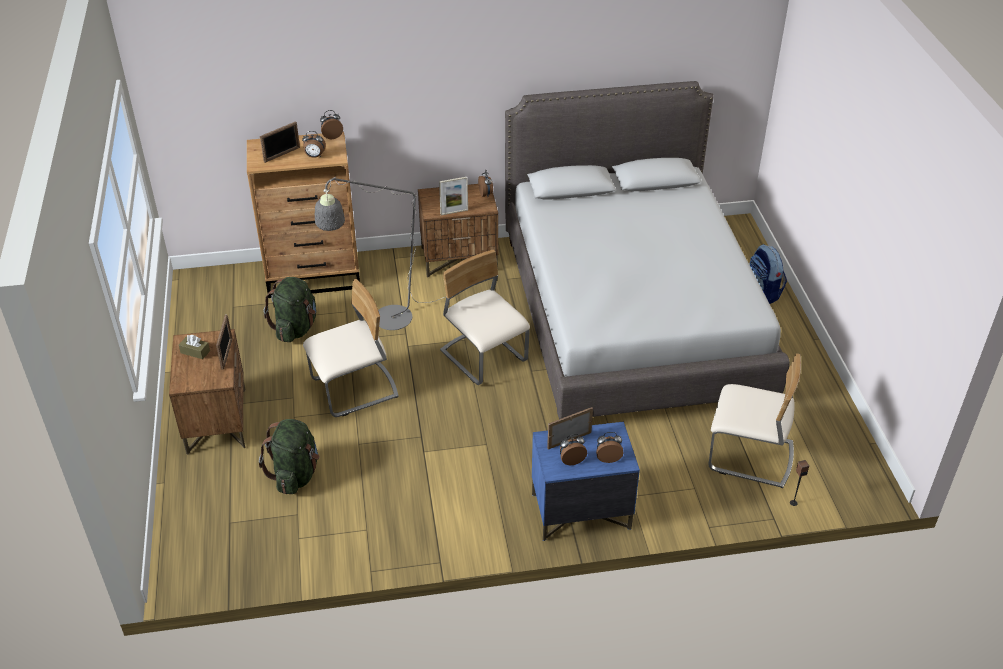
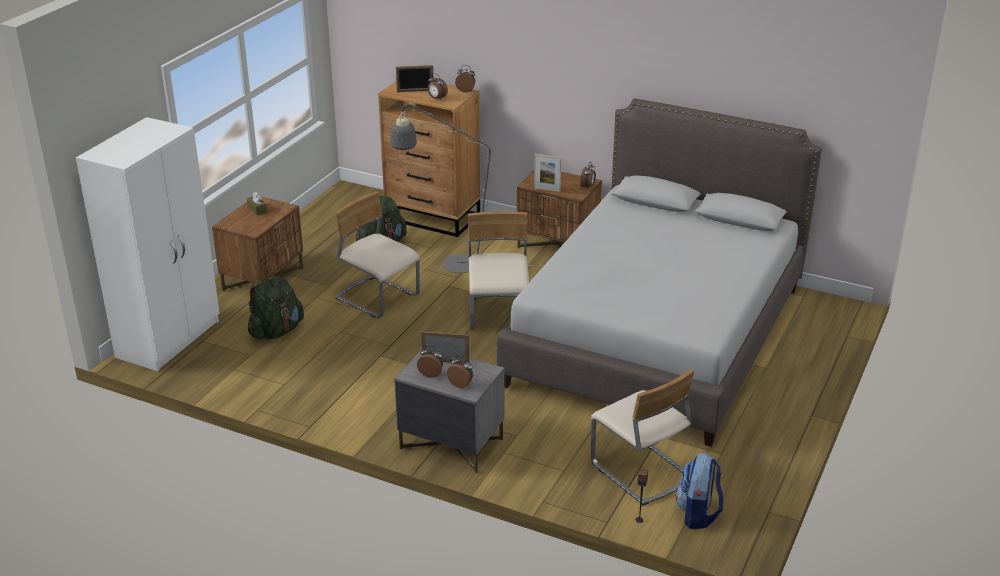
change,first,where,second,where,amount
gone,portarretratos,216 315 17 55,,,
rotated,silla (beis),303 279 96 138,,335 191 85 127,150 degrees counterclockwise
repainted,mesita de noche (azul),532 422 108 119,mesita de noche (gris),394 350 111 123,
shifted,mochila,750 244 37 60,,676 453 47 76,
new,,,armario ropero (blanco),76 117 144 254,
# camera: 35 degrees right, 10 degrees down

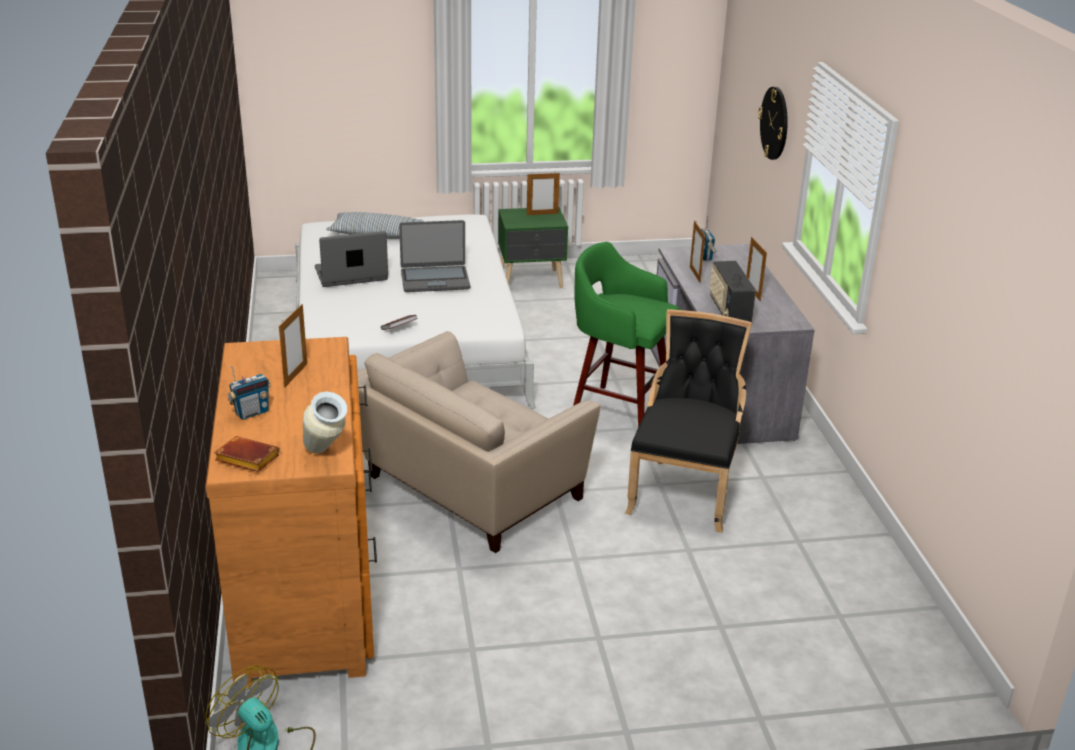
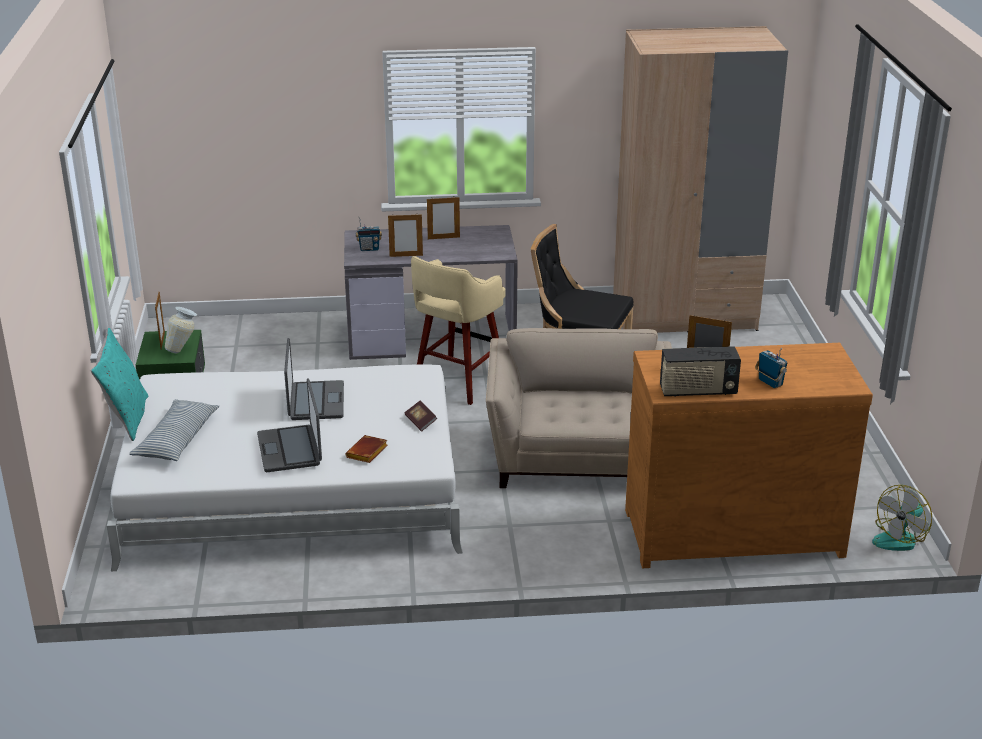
change,first,where,second,where,amount
shifted,libro (marrón),214 436 66 36,,346 435 42 28,
shifted,florero,303 391 44 63,,165 307 32 47,
rotated,sillón (beis),357 331 244 222,,486 328 186 160,135 degrees counterclockwise
repainted,taburete (verde),573 242 107 185,taburete (beis),411 256 95 149,
shifted,radio,709 261 47 61,,660 346 81 51,
gone,reloj de pared,758 87 30 73,,,
new,,,cojín (turquesa),91 328 57 113,
new,,,armario ropero (beis),613 26 175 307,
# camera: 85 degrees left, 0 degrees up

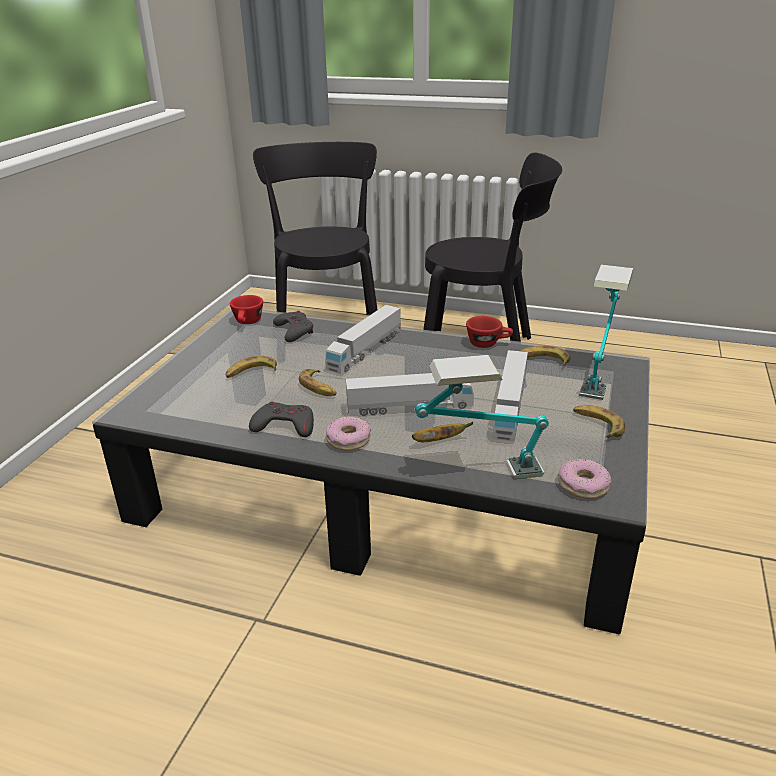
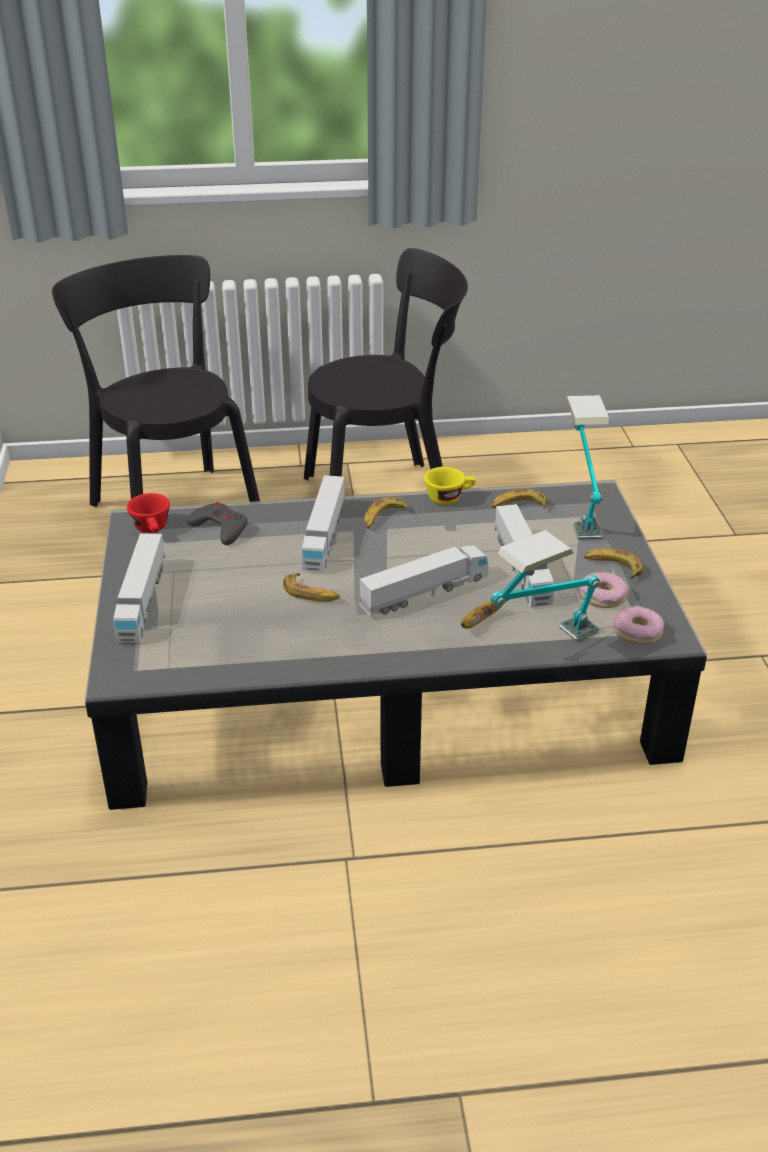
change,first,where,second,where,amount
shifted,plátano,226 356 51 22,,364 497 46 32,
gone,mando de consola (gris),249 402 65 35,,,
shifted,rosquilla,326 416 45 35,,580 572 49 36,
repainted,taza (rojo),466 316 47 32,taza (amarillo),424 467 52 38,
new,,,camión de juguete,113 534 52 109,
# camera: 25 degrees left, 5 degrees up

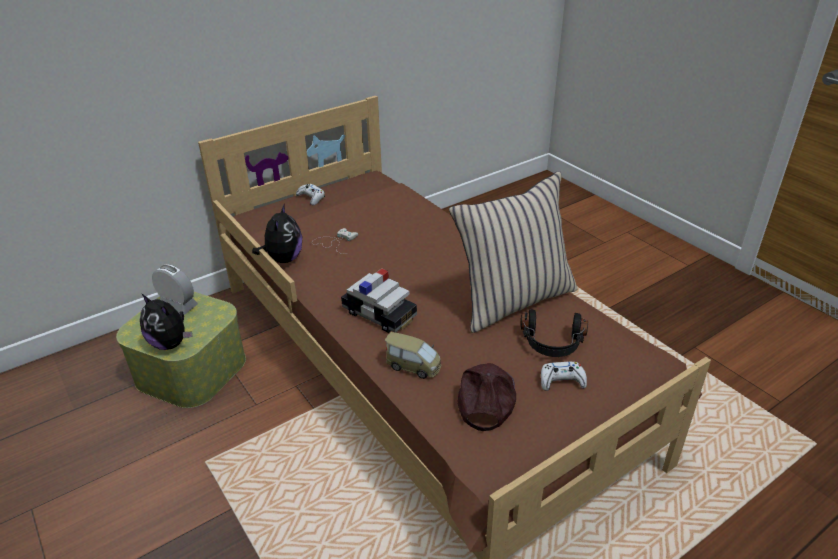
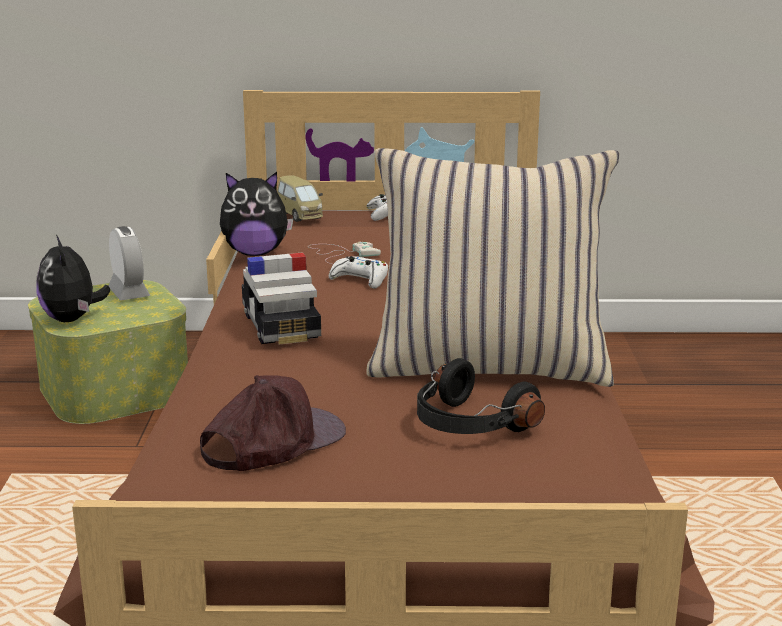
change,first,where,second,where,amount
rotated,peluche,252 203 50 60,,220 172 73 84,45 degrees clockwise
shifted,coche de juguete,385 332 56 47,,277 175 46 47,
shifted,mando de consola (blanco),541 361 46 30,,329 256 59 33,
# camera: 35 degrees right, 15 degrees down

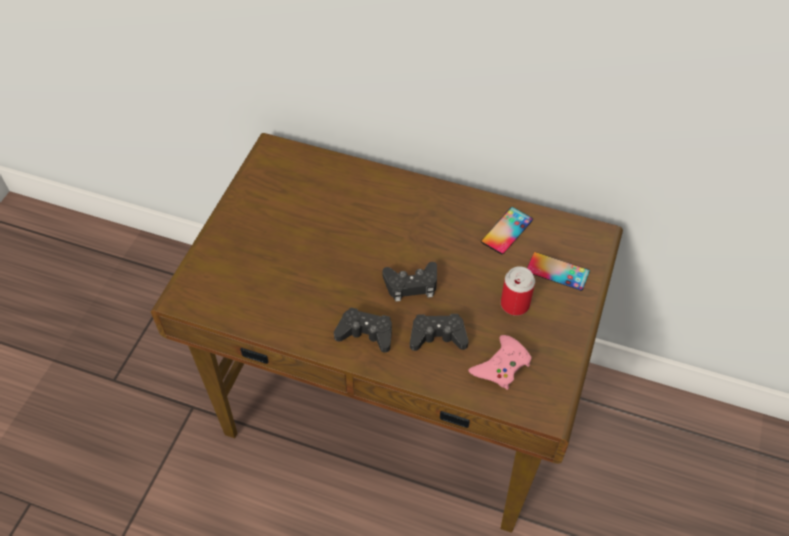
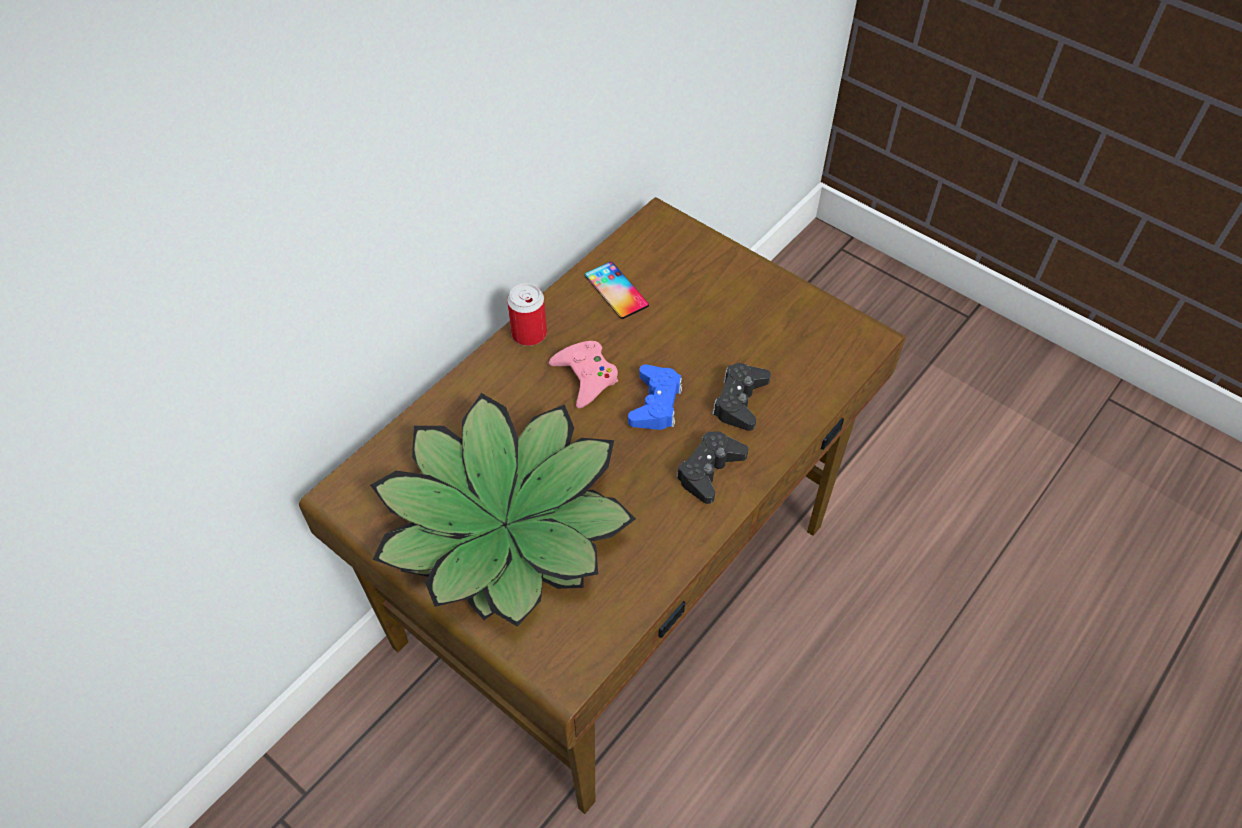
change,first,where,second,where,amount
repainted,mando de consola (negro),382 262 55 40,mando de consola (azul),628 364 54 66,
shifted,mando de consola (rosa),469 335 62 55,,549 341 69 67,
shifted,lata,501 266 34 50,,507 283 40 63,
gone,móvil,527 252 63 39,,,
new,,,planta en maceta,370 393 266 234,
# camera: 70 degrees left, 0 degrees up

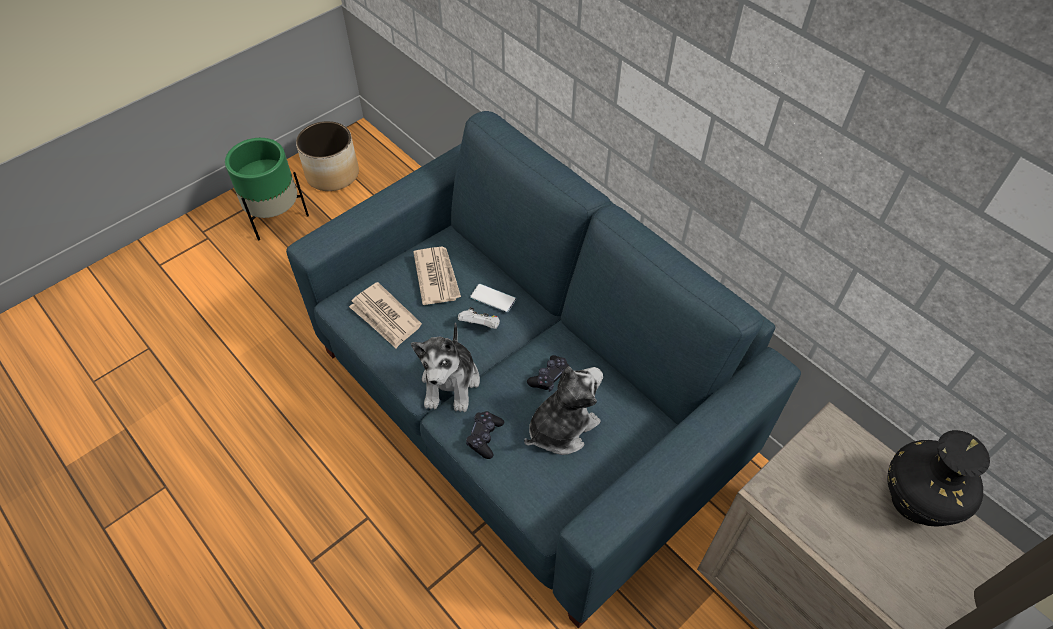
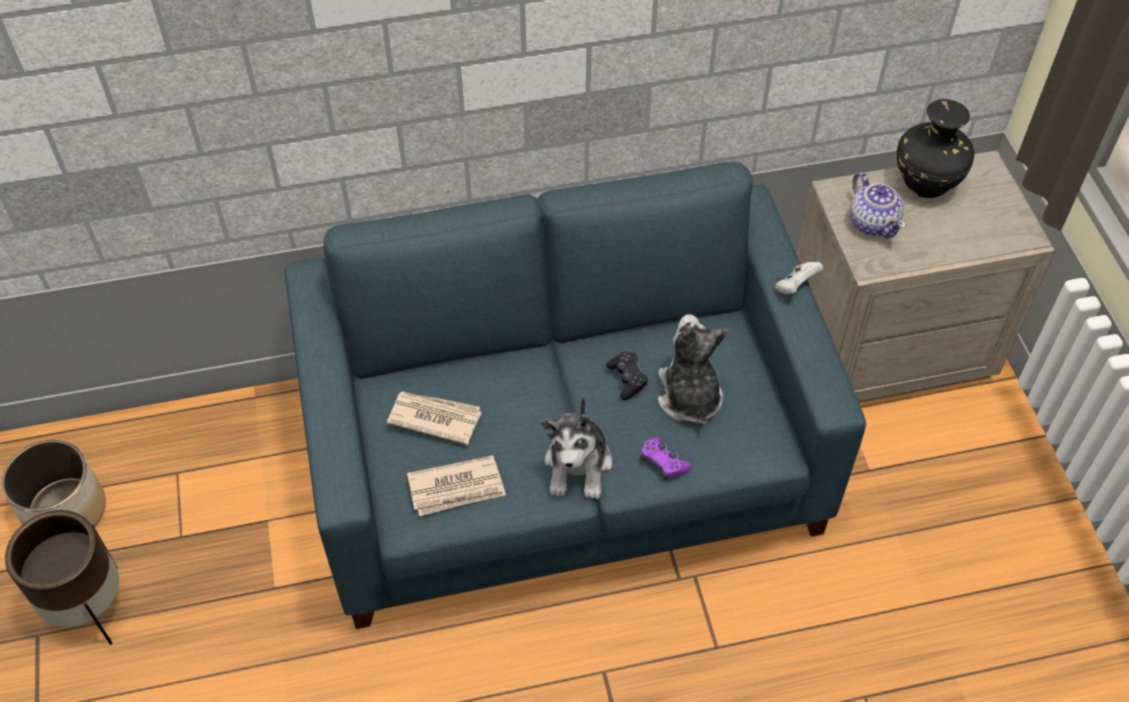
change,first,where,second,where,amount
repainted,maceta (verde),225 138 84 103,maceta (marrón),5 510 114 135,
rotated,peluche,411 323 69 89,,541 395 71 104,60 degrees clockwise
shifted,mando de consola (blanco),458 307 42 22,,776 262 47 32,
repainted,mando de consola (negro),466 411 38 48,mando de consola (morado),641 437 50 42,
gone,móvil,470 284 46 28,,,
new,,,tetera,850 172 56 66,
# camera: 60 degrees left, 0 degrees up

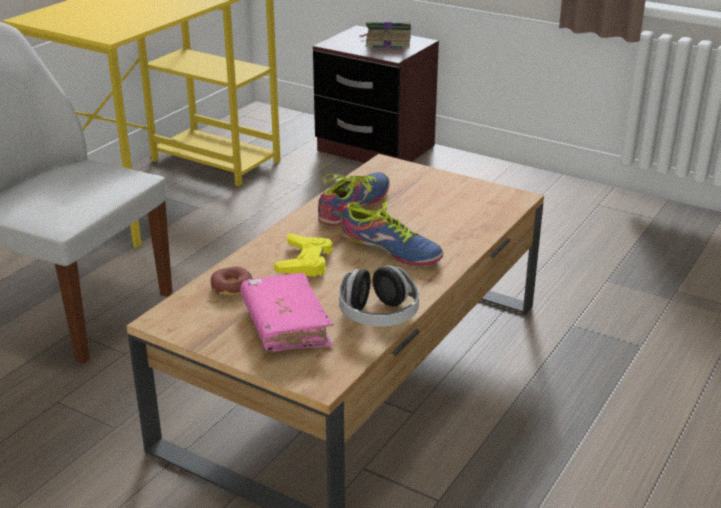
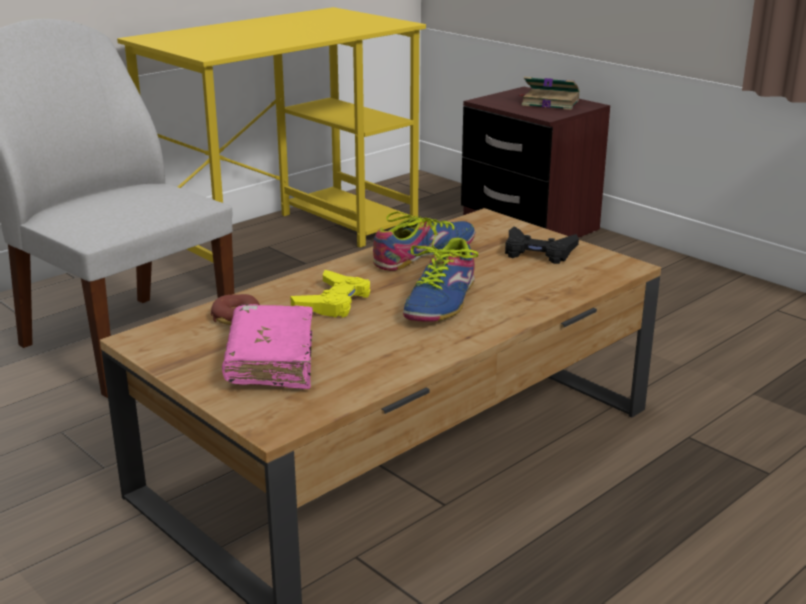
change,first,where,second,where,amount
gone,auriculares,339 265 80 62,,,
rotated,zapato,342 201 102 65,,403 230 75 92,60 degrees clockwise
new,,,mando de consola (negro),505 226 74 38,
# camera: 15 degrees right, 5 degrees down

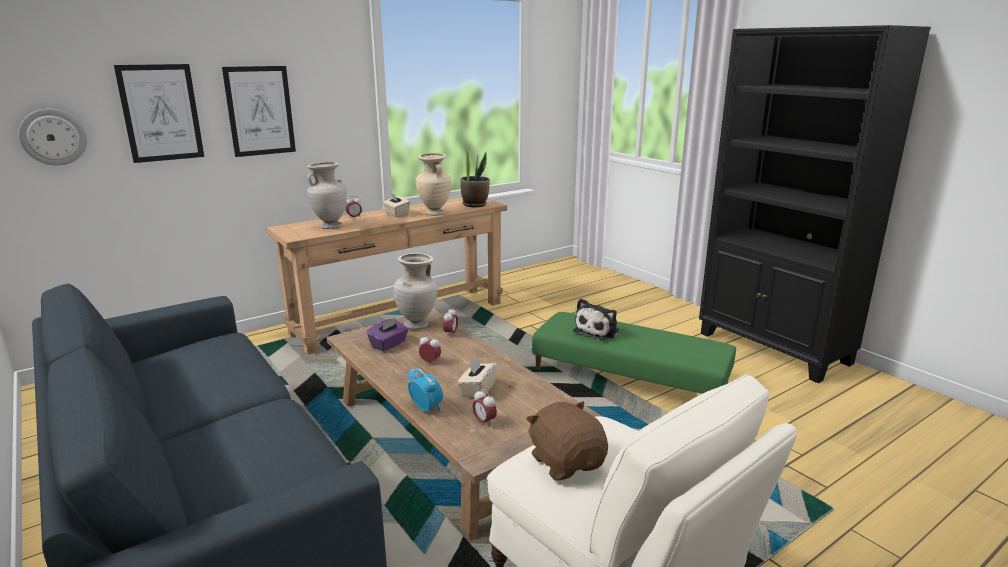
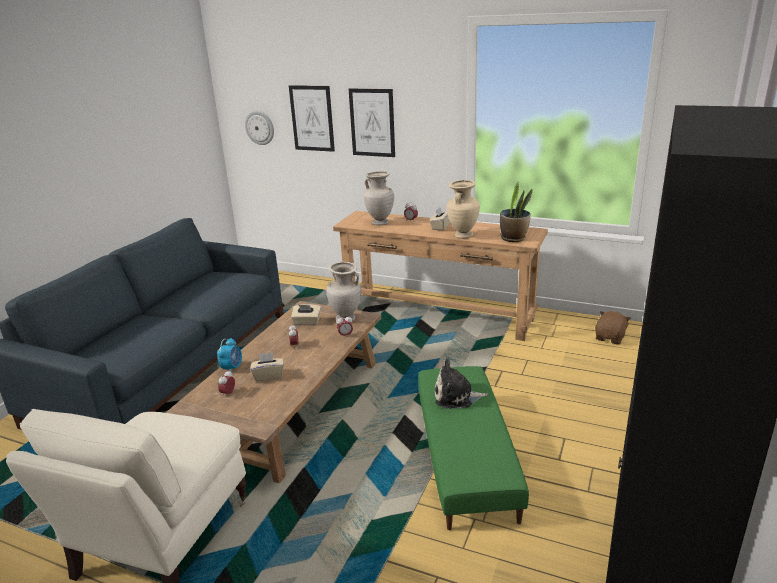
change,first,where,second,where,amount
repainted,caja de pañuelos (morado),367 318 42 33,caja de pañuelos (beis),291 304 30 22,
shifted,peluche (marrón),526 401 82 80,,595 311 36 34,
# camera: 60 degrees right, 5 degrees up

